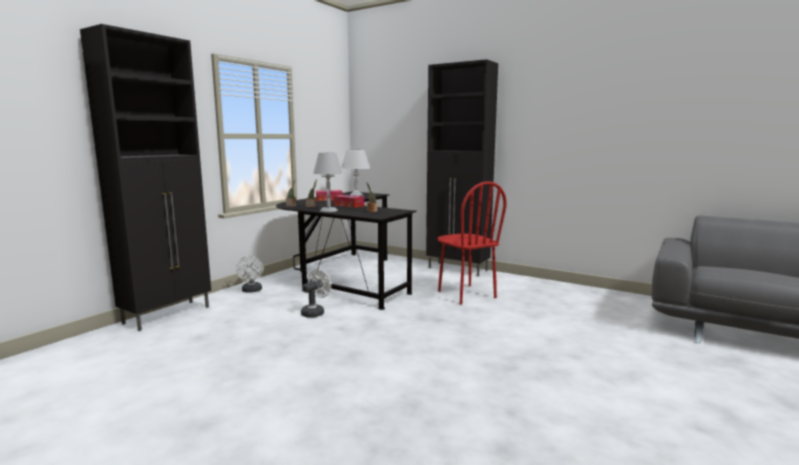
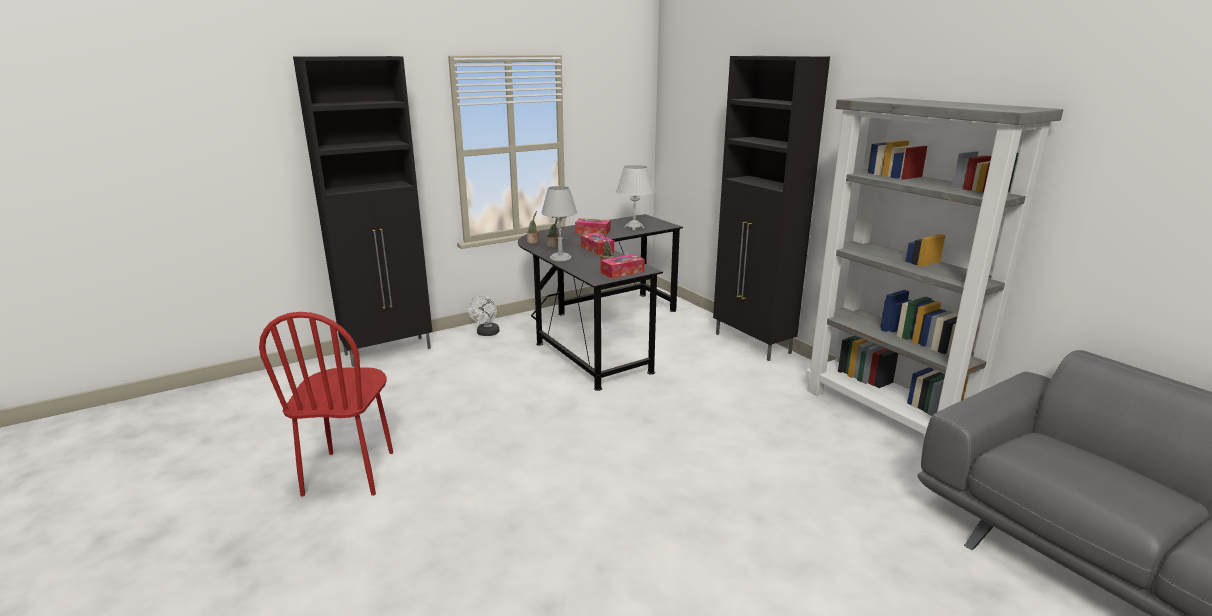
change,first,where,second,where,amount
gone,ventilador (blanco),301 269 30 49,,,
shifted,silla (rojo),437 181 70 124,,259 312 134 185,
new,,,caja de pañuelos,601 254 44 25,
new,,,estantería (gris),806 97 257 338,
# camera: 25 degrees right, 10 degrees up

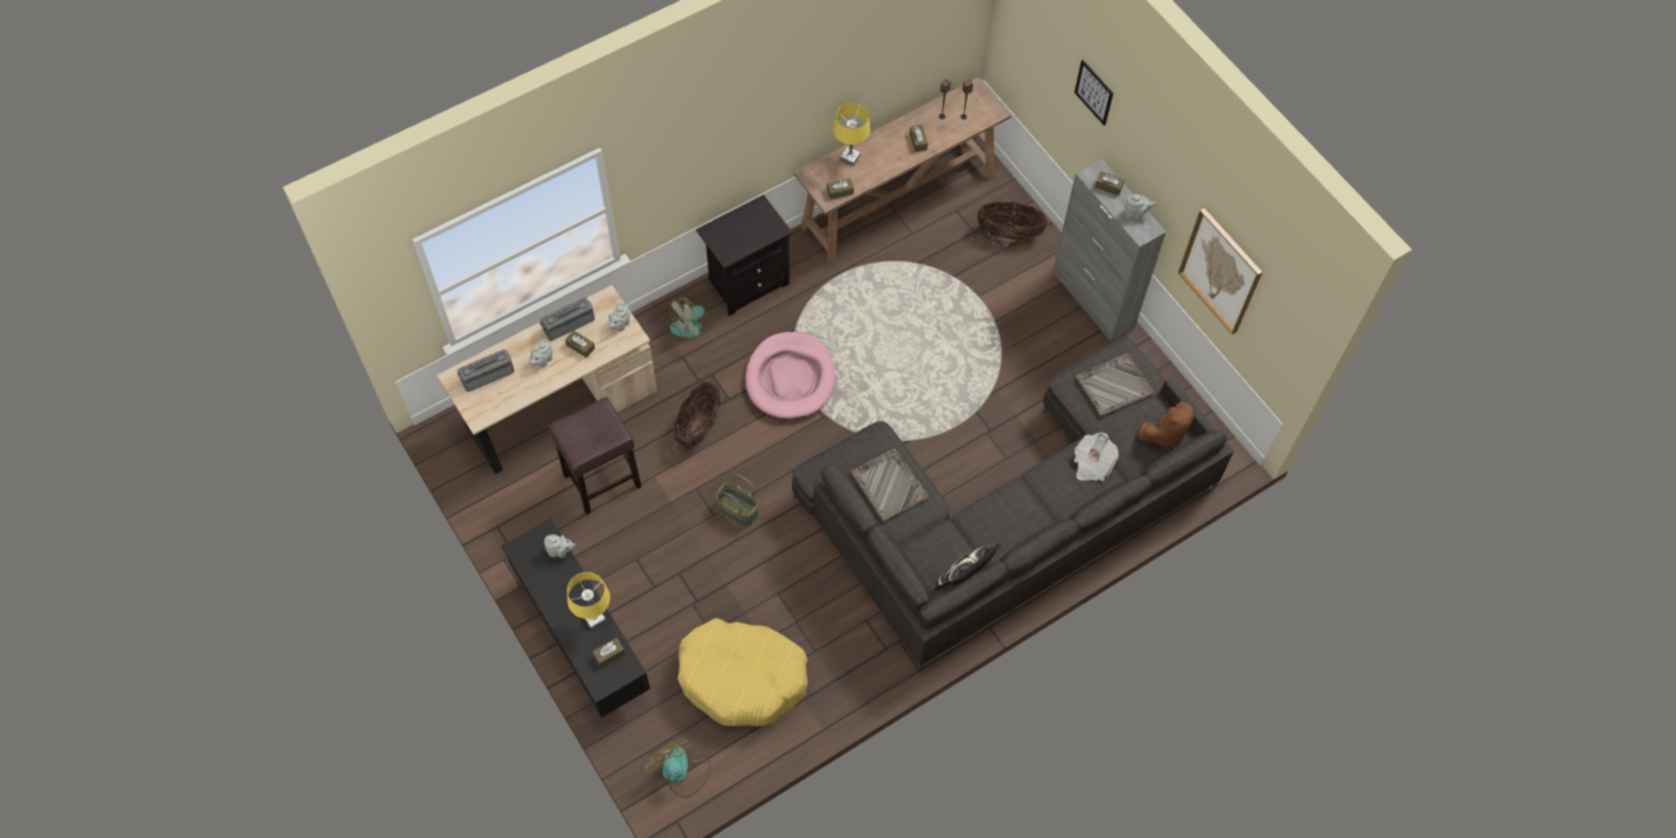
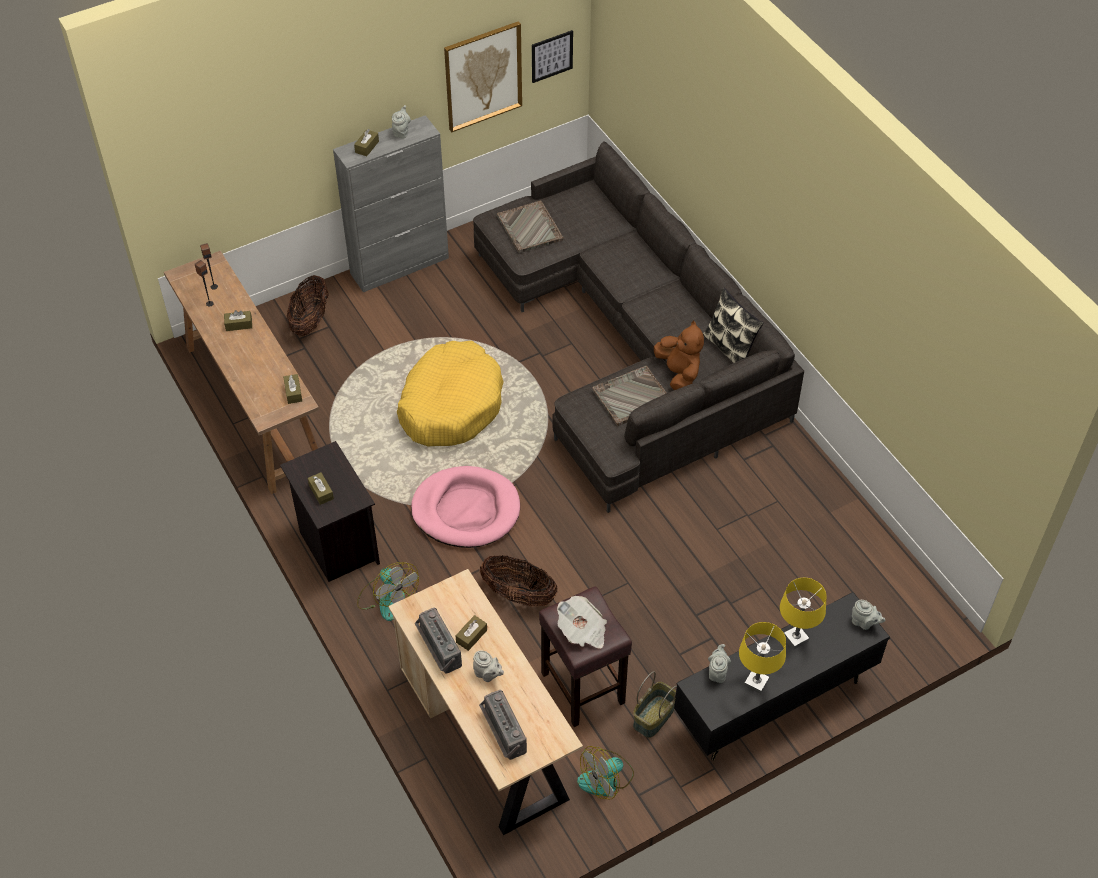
change,first,where,second,where,amount
shifted,caja de pañuelos (marrón),592 638 33 29,,308 472 26 33,
shifted,tetera (gris),608 303 22 28,,852 600 33 30,
shifted,ventilador,644 737 67 61,,577 746 57 54,
shifted,cama para perro (amarillo),678 618 130 109,,397 340 107 106,
shifted,cesta,715 474 44 52,,633 671 44 67,
shifted,lámpara de mesa (amarillo),833 103 37 63,,739 622 47 72,
shifted,cuadro,1074 60 39 65,,532 30 41 53,
shifted,periódico,1074 432 45 49,,557 596 50 53,
shifted,peluche (marrón),1138 402 58 47,,654 321 50 69,
# camera: 85 degrees left, 10 degrees down

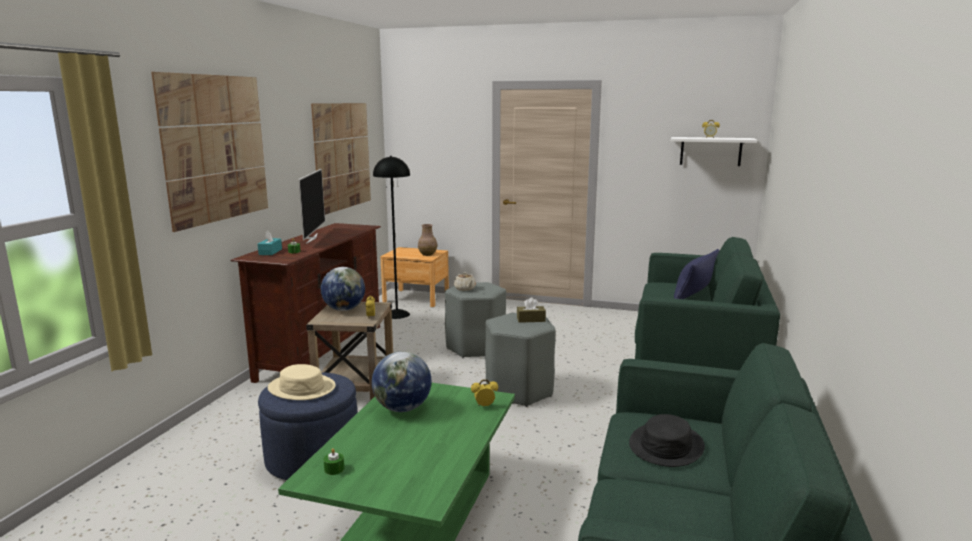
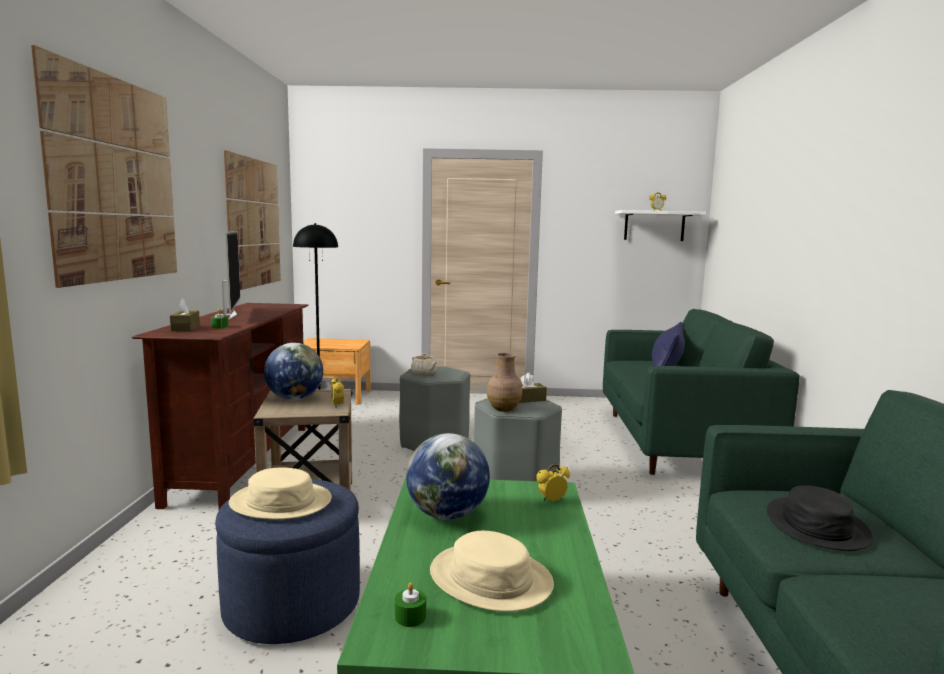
change,first,where,second,where,amount
repainted,caja de pañuelos (turquesa),258 230 24 25,caja de pañuelos (marrón),170 298 30 33,
shifted,florero (marrón),418 224 19 32,,487 353 35 59,
new,,,sombrero (beis),430 531 124 81,
# camera: 15 degrees left, 5 degrees down

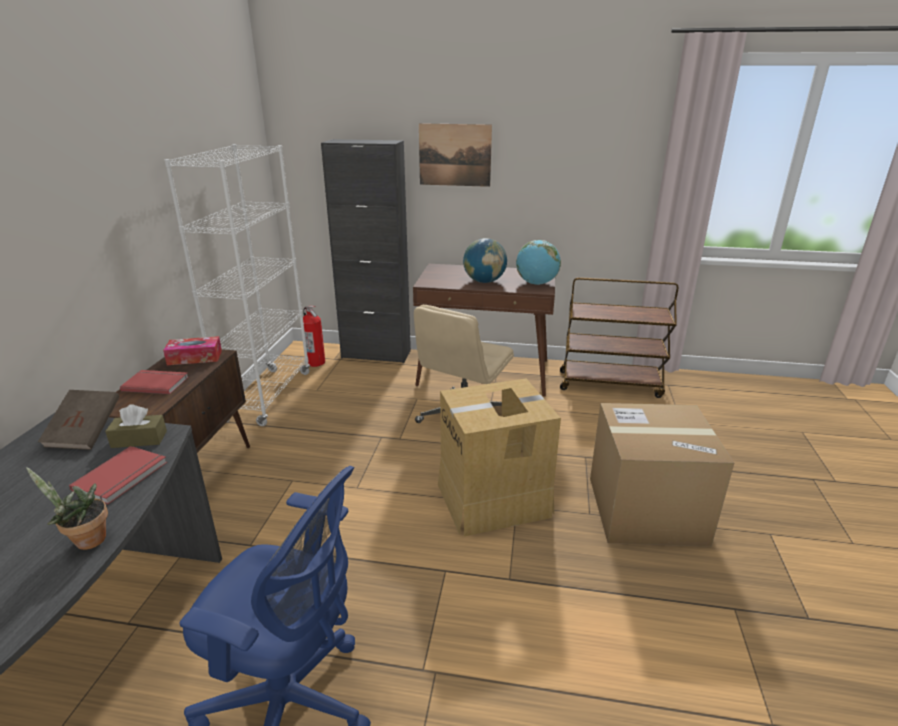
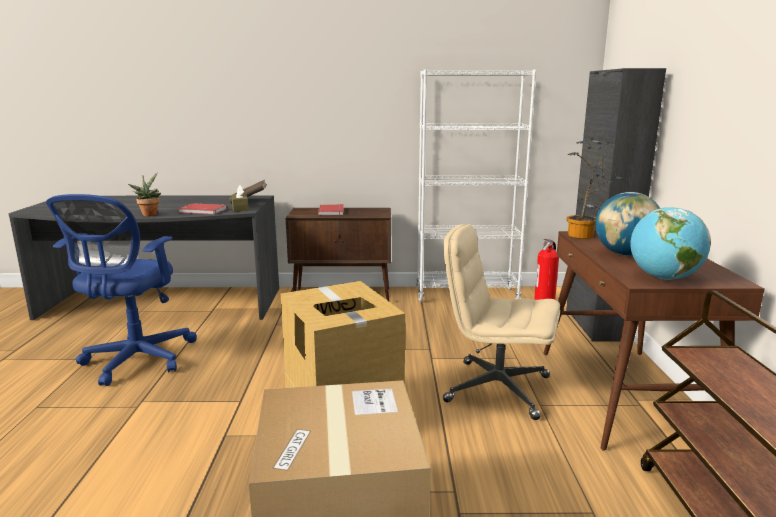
change,first,where,second,where,amount
gone,caja de pañuelos,163 336 59 29,,,
gone,cuadro,419 123 73 64,,,
new,,,planta en maceta,567 141 56 98,
# camera: 80 degrees right, 10 degrees down

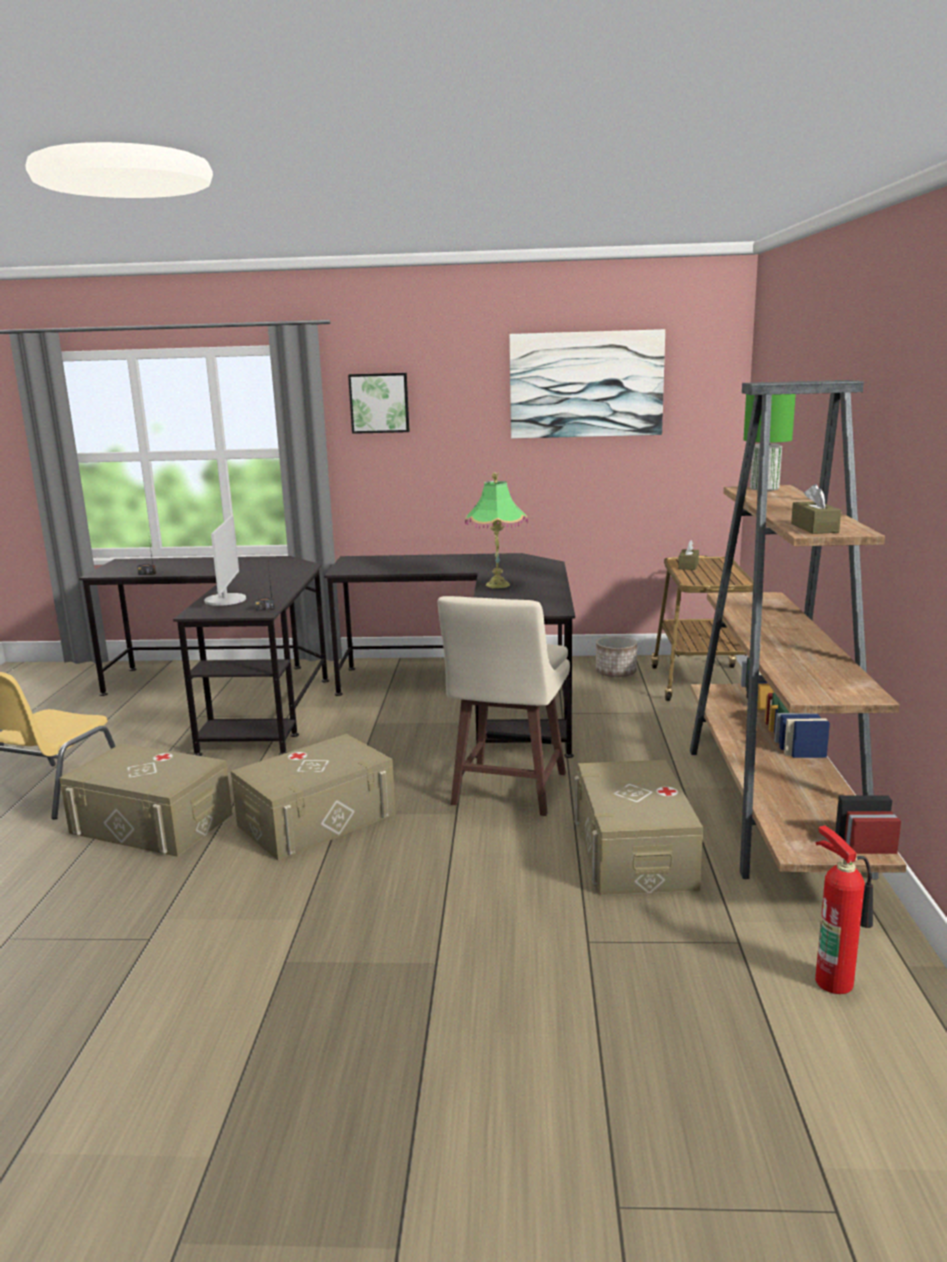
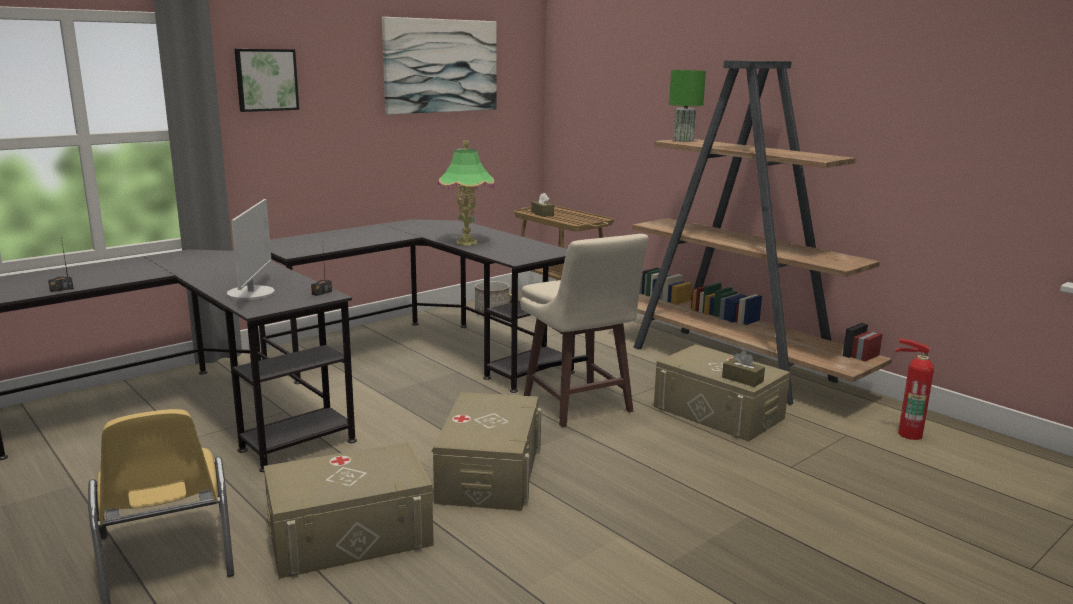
change,first,where,second,where,amount
rotated,monitor,204 515 42 91,,227 199 48 101,45 degrees clockwise
shifted,caja de pañuelos (marrón),791 484 50 50,,722 351 43 36,
# camera: 45 degrees left, 0 degrees up

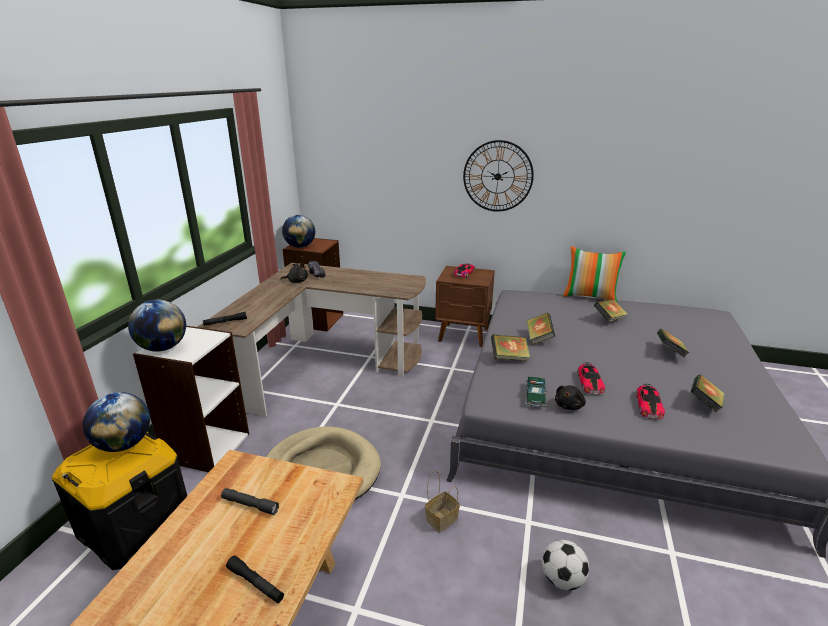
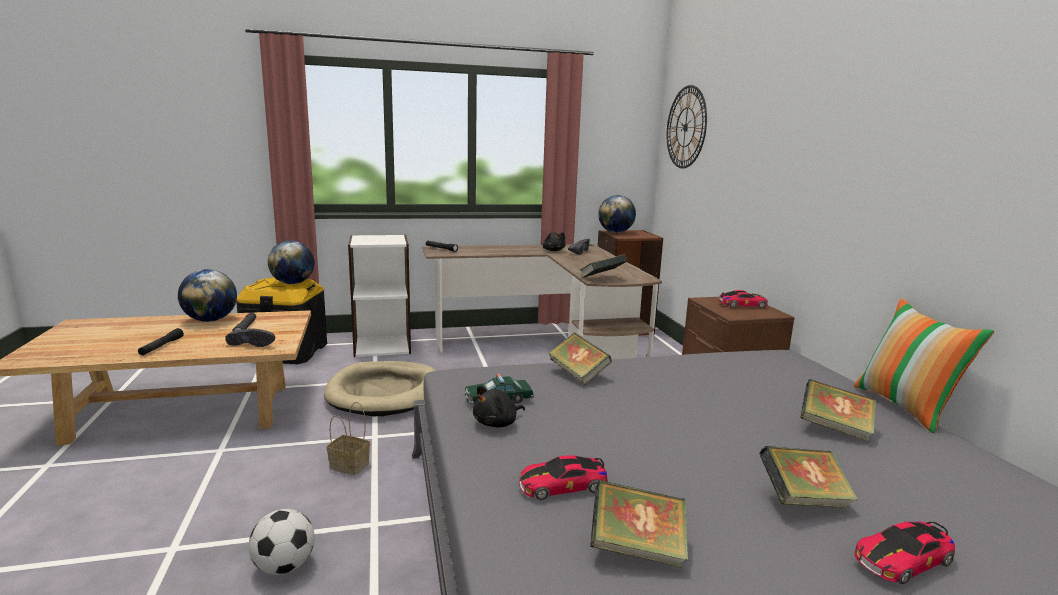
change,first,where,second,where,amount
shifted,globo terráqueo,128 300 58 52,,178 269 59 53,
shifted,reloj de pared,463 140 71 72,,667 85 40 83,
shifted,libro,526 313 29 32,,580 254 48 24,
rotated,peluche (negro),555 385 31 25,,473 386 52 41,45 degrees counterclockwise
shifted,coche de juguete,577 362 28 32,,855 521 100 63,
new,,,zapato (negro),225 329 50 18,
# camera: 60 degrees right, 10 degrees down

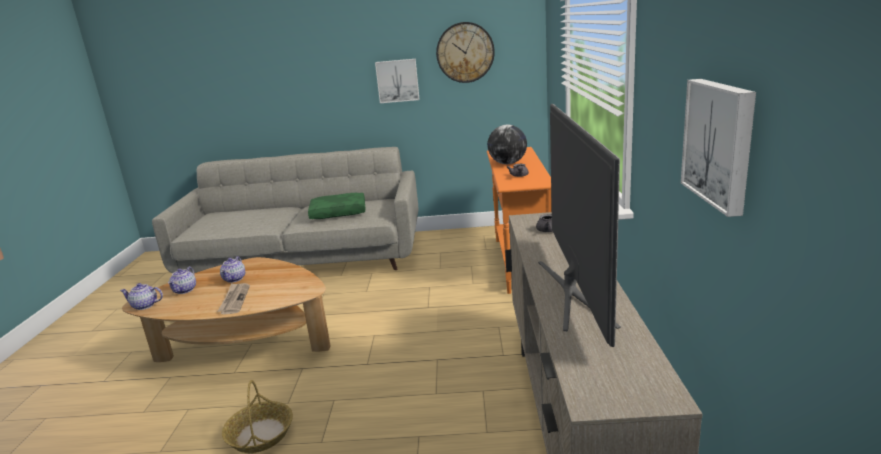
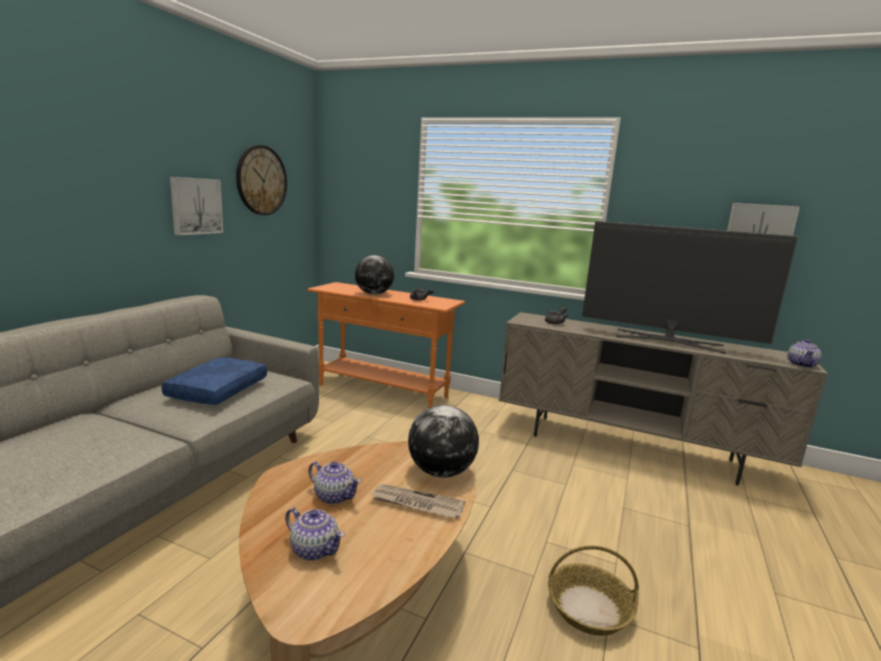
change,first,where,second,where,amount
shifted,tetera,120 283 43 27,,788 339 33 29,
repainted,cojín (verde),308 193 57 26,cojín (azul),162 358 105 47,
new,,,globo terráqueo,408 405 71 73,
# camera: 70 degrees left, 5 degrees down

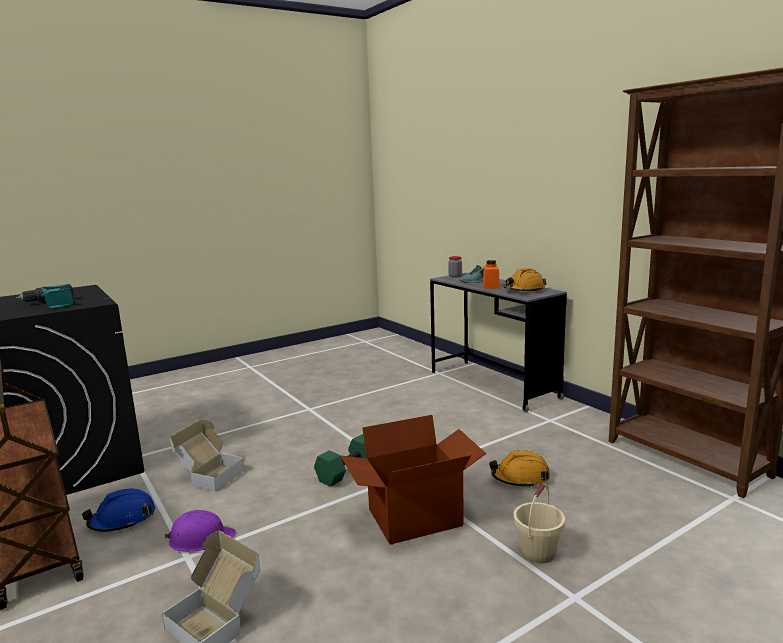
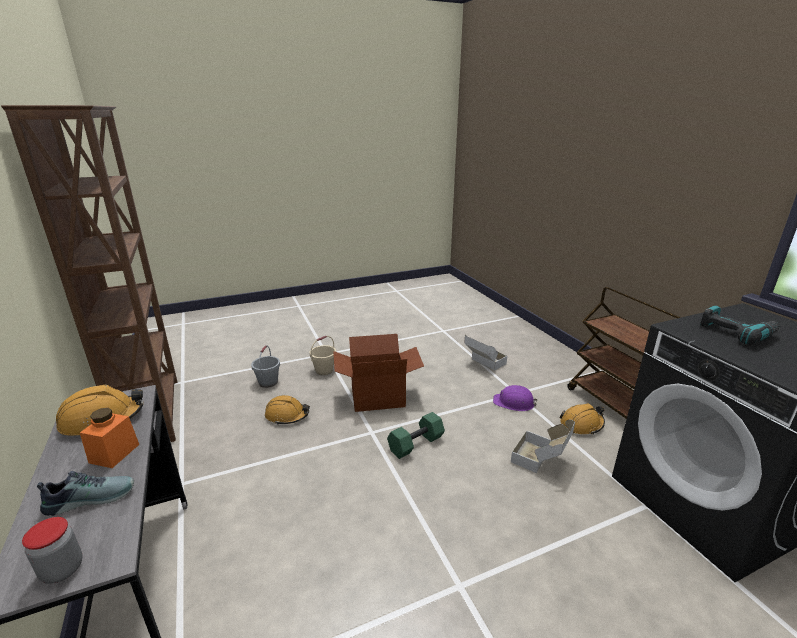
change,first,where,second,where,amount
repainted,casco (azul),82 489 73 43,casco (naranja),559 403 46 32,
new,,,cubo (gris),251 345 29 43,
# camera: 170 degrees left, 10 degrees up

